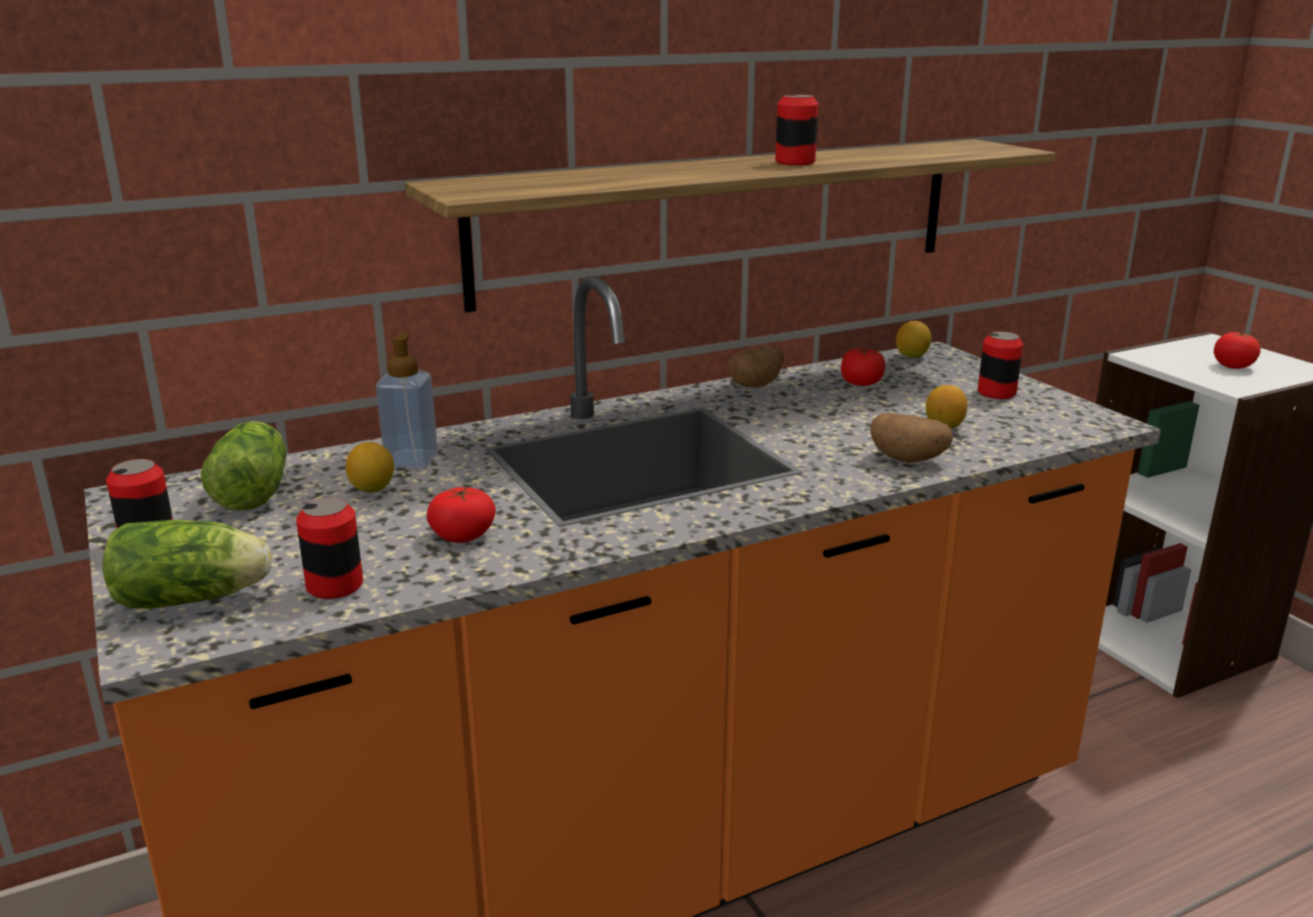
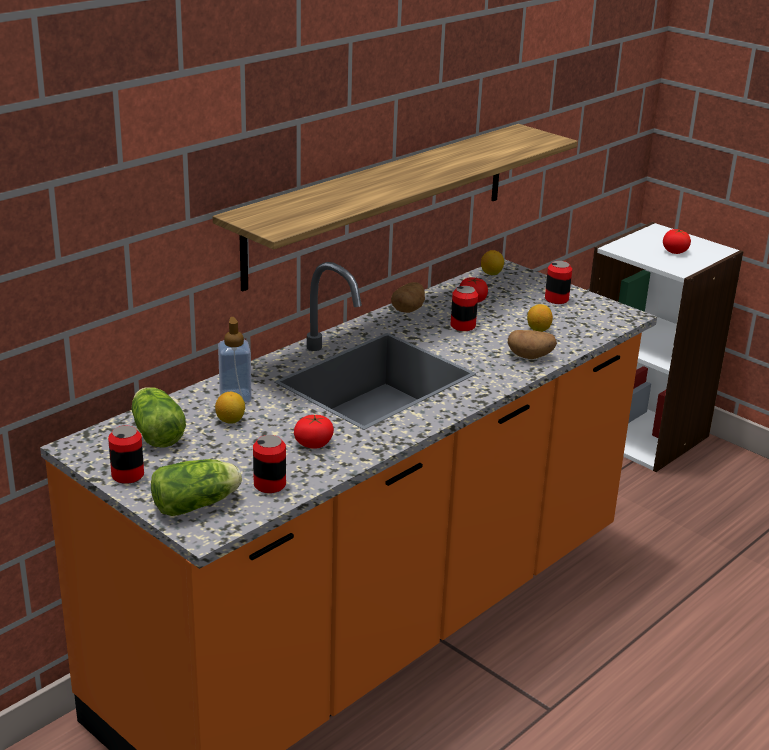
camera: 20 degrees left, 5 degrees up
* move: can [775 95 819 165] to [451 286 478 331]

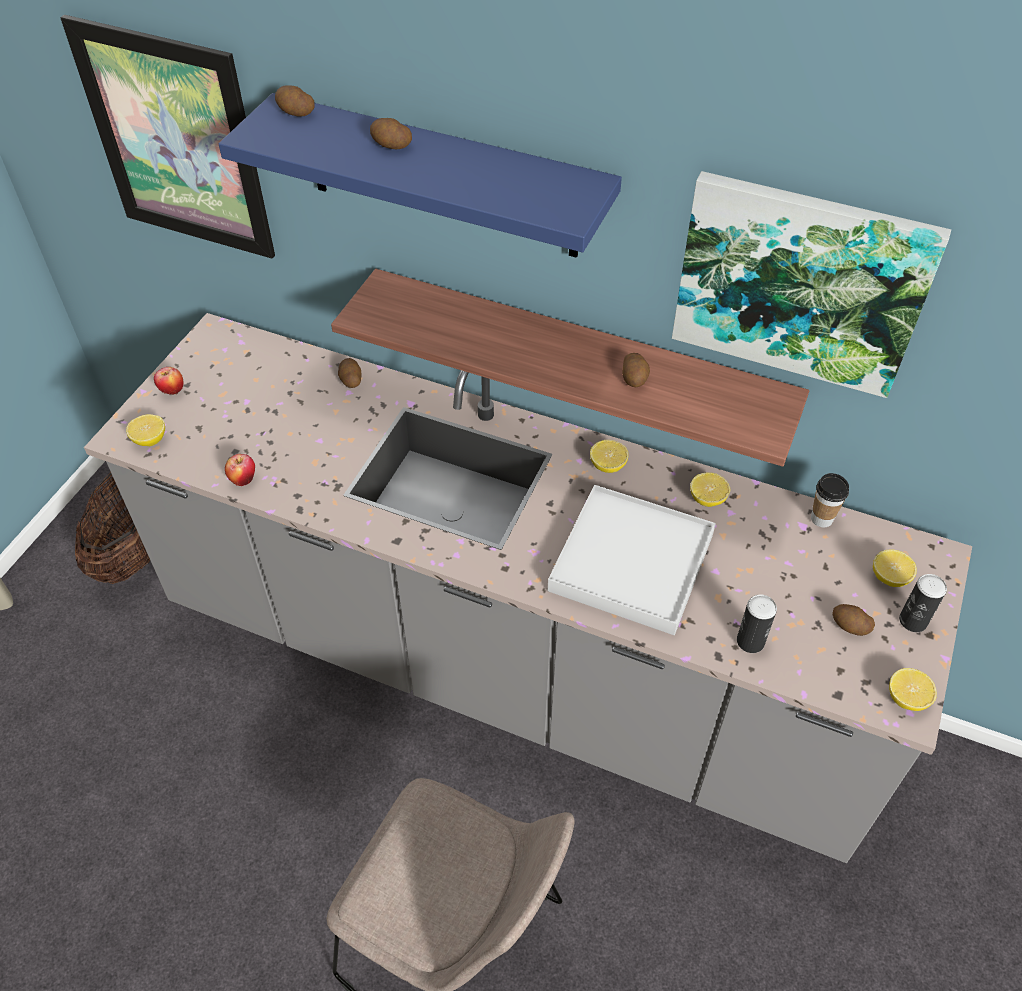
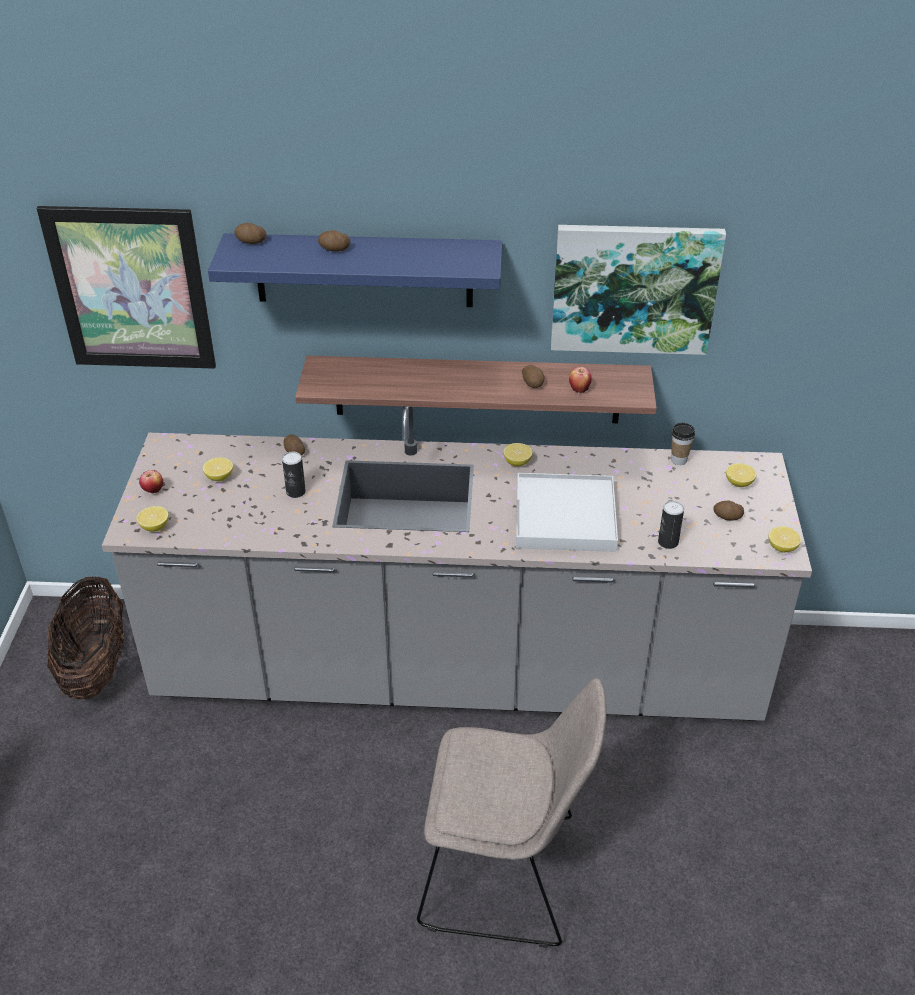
camera: 20 degrees left, 10 degrees down
* move: apple [225 454 255 486] to [569 367 592 393]
* move: lemon [690 472 730 507] to [203 457 233 481]
* move: can [899 574 947 632] to [282 452 306 498]

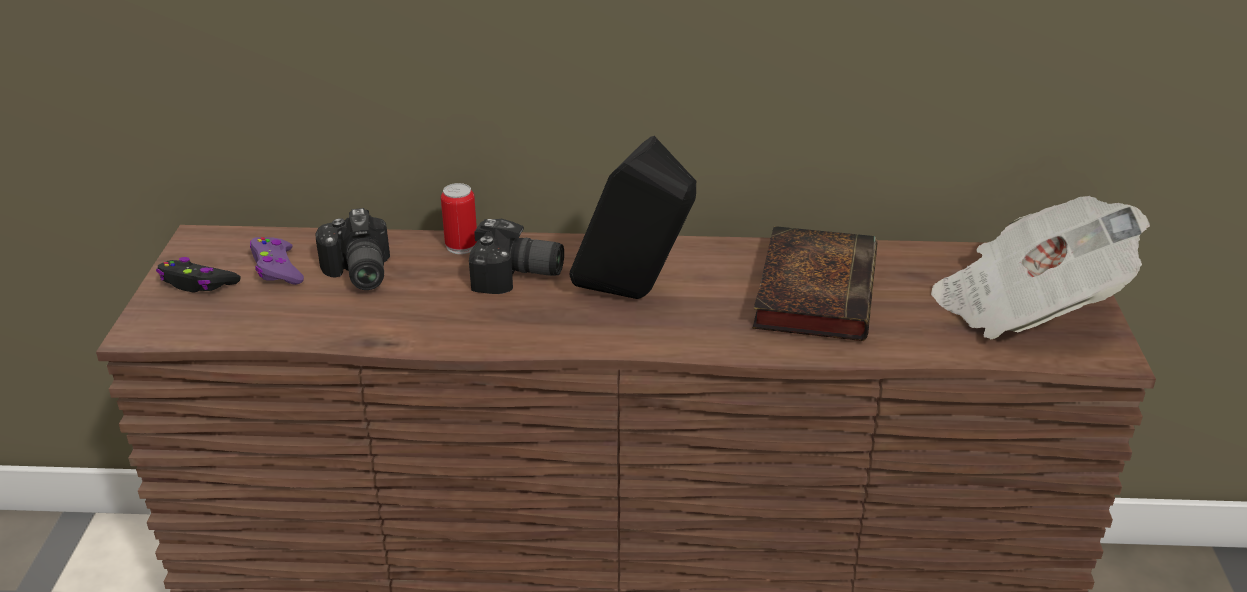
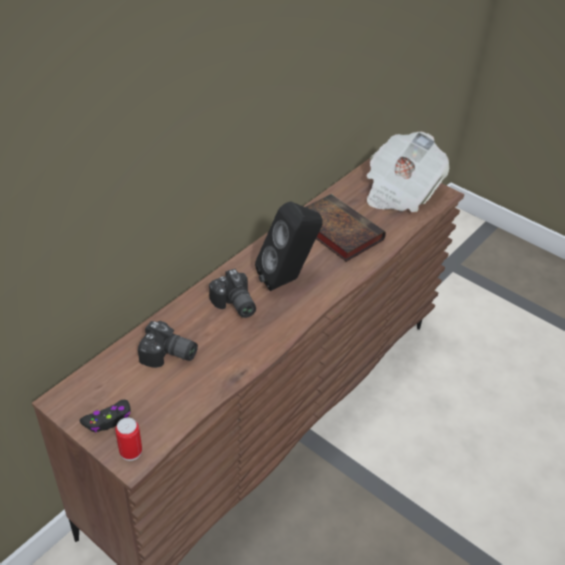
camera: 55 degrees left, 10 degrees up
* delete: game controller (purple) [250 237 304 285]
* move: can [441 183 477 254] to [115 418 142 461]
* rotate: photo camera [469 219 564 294] = [209 269 256 318] 105 degrees clockwise

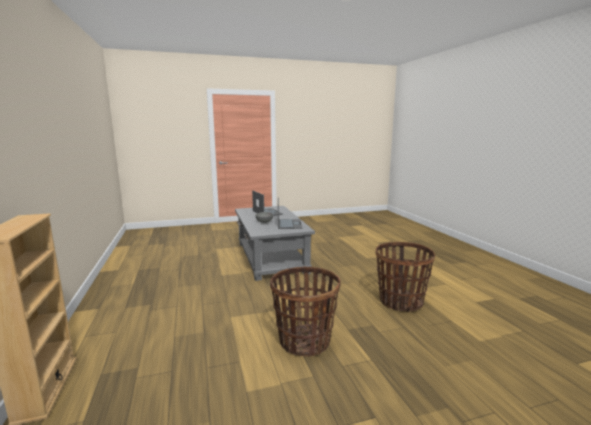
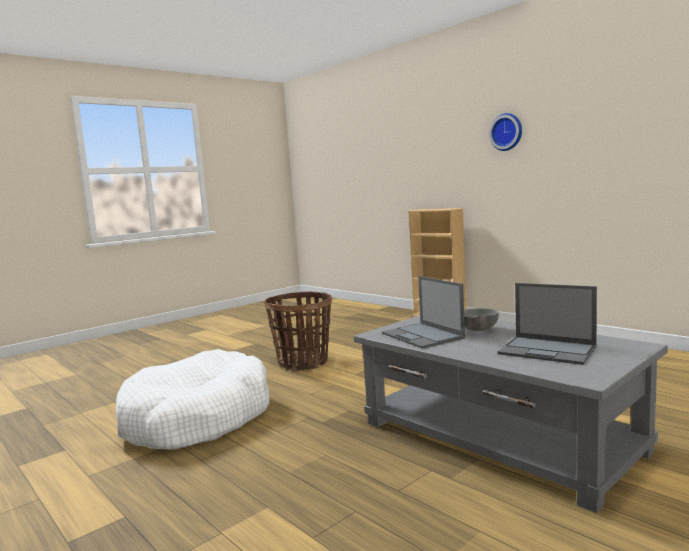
camera: 155 degrees right, 5 degrees down
* insert: wall clock [489 113 522 151]
* replace: basket [375 242 435 312] to dog bed (white) [116 349 269 450]

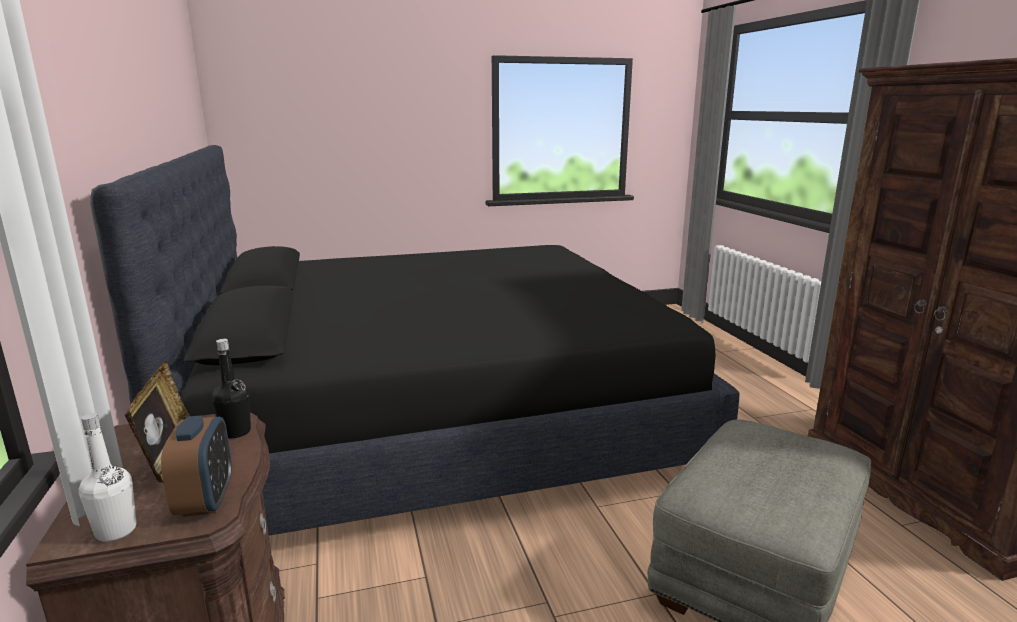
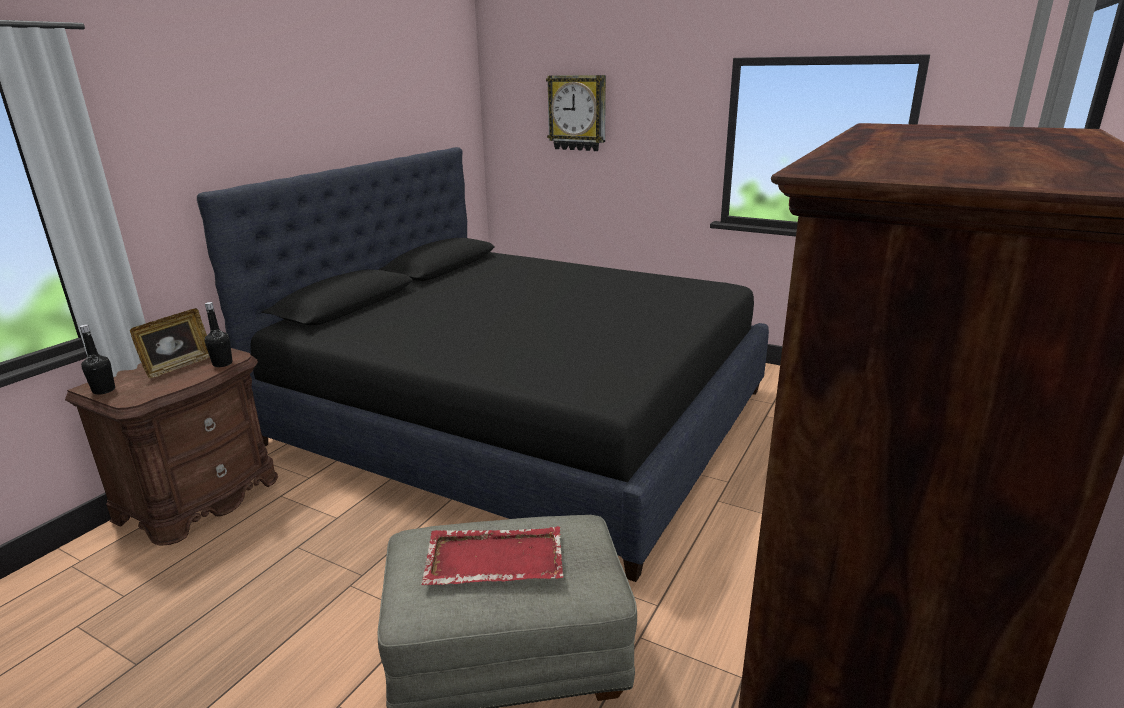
camera: 45 degrees right, 5 degrees up
* delete: alarm clock [161 416 232 517]
* insert: tray (red) [421 526 563 585]
* insert: wall clock [546 75 606 151]
* recolor: bottle (white) [78 413 137 541] to bottle (black) [79 324 115 395]

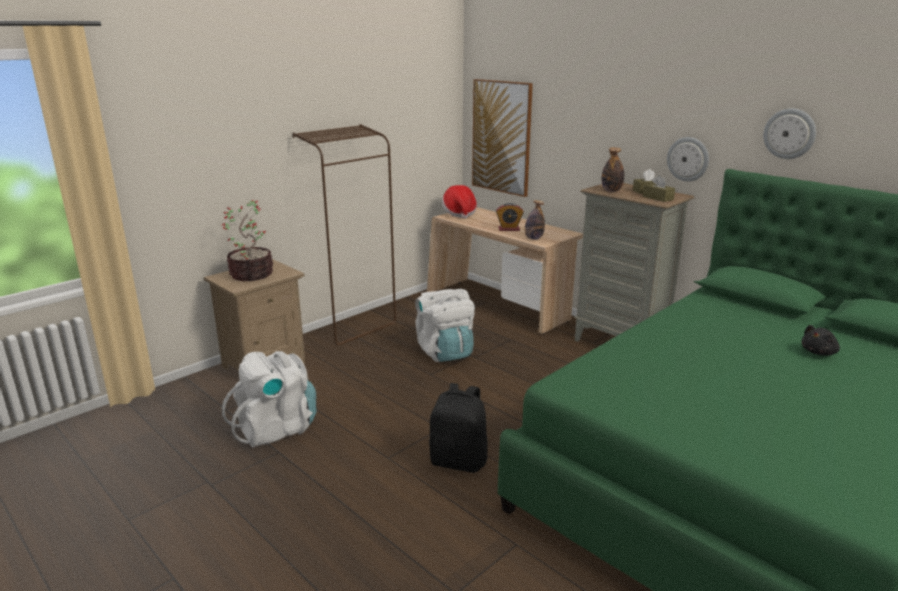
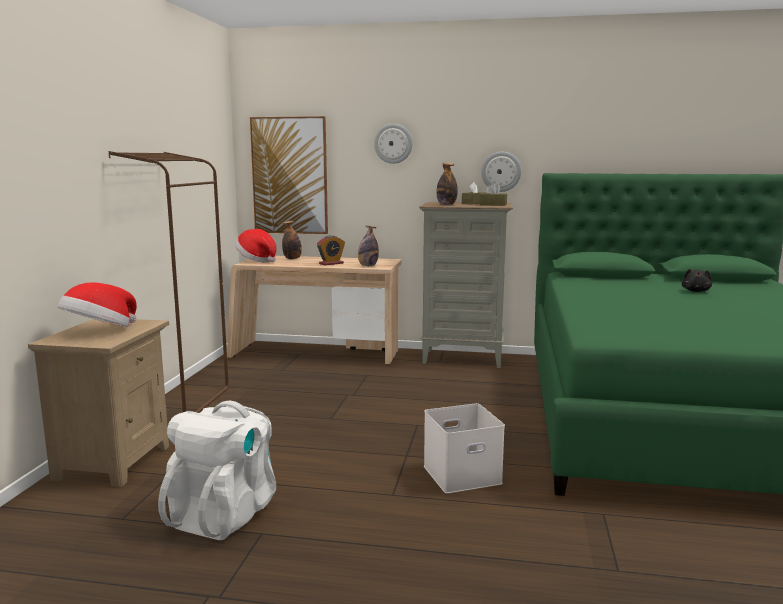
camera: 35 degrees left, 10 degrees down
* delete: backpack (white) [415 289 475 362]
* insert: bottle [282 221 302 259]
* move: wall clock [763 108 816 159] to [374 124 412 164]
* replace: potted plant [222 200 273 281] to hat [58 282 137 327]
* replace: backpack (black) [429 383 488 473] to storage box (white) [424 403 505 494]

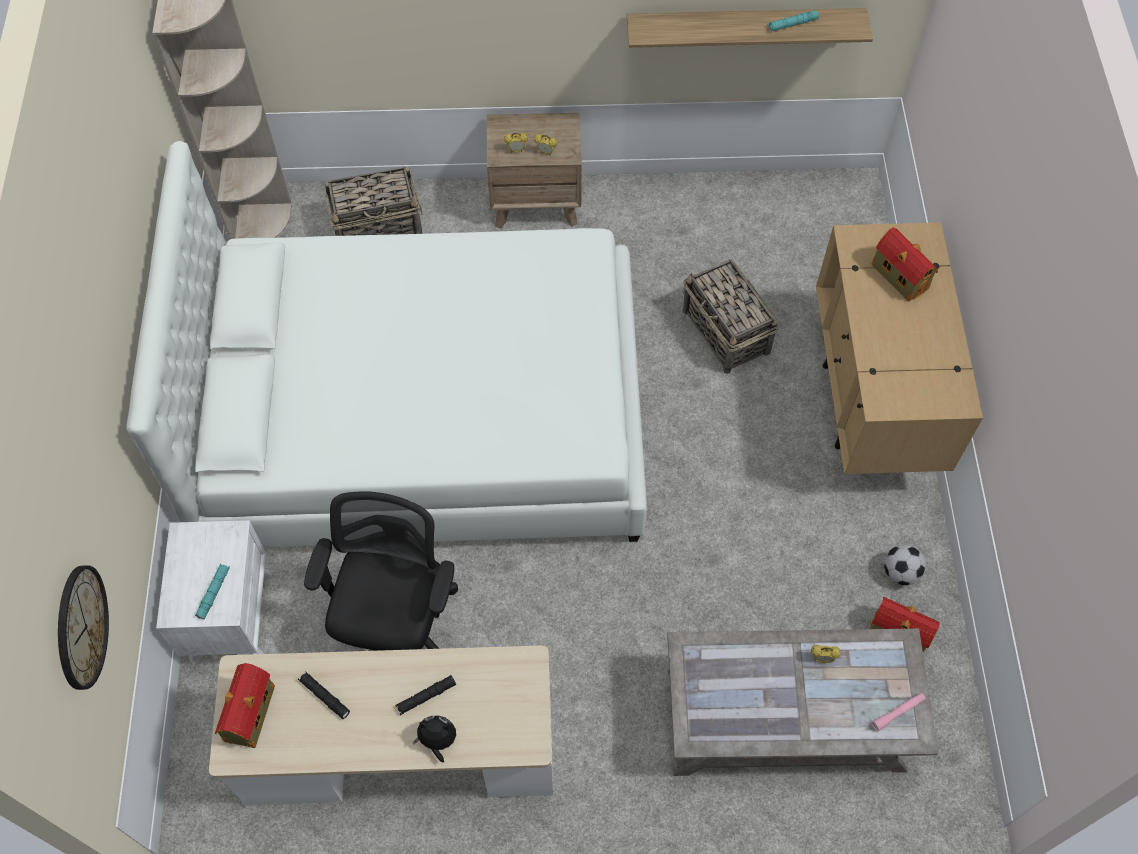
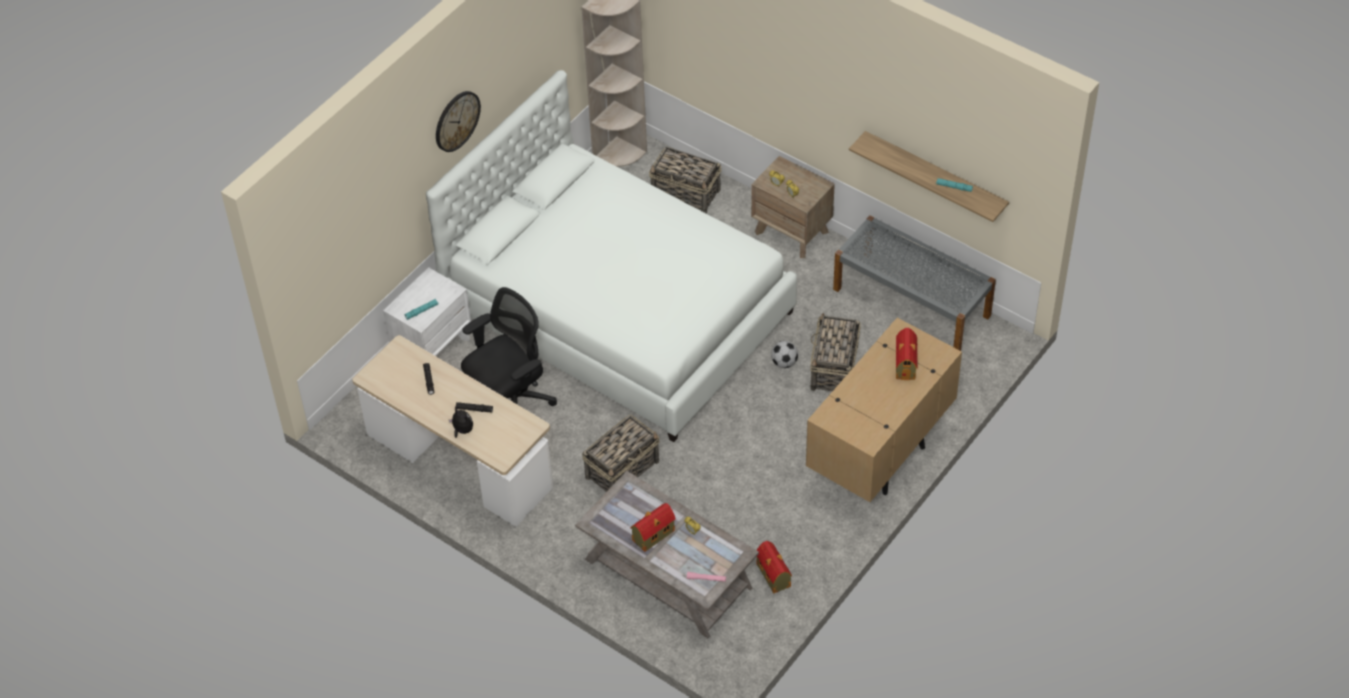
camera: 40 degrees right, 10 degrees down
* insert: basket [582 414 660 492]
* insert: bench (grey) [833 215 996 351]
* move: wall clock [58 565 109 690] to [436 91 481 152]
* move: toy house [215 663 275 748] to [630 503 676 552]
* move: football [884 544 926 585] to [771 341 798 368]

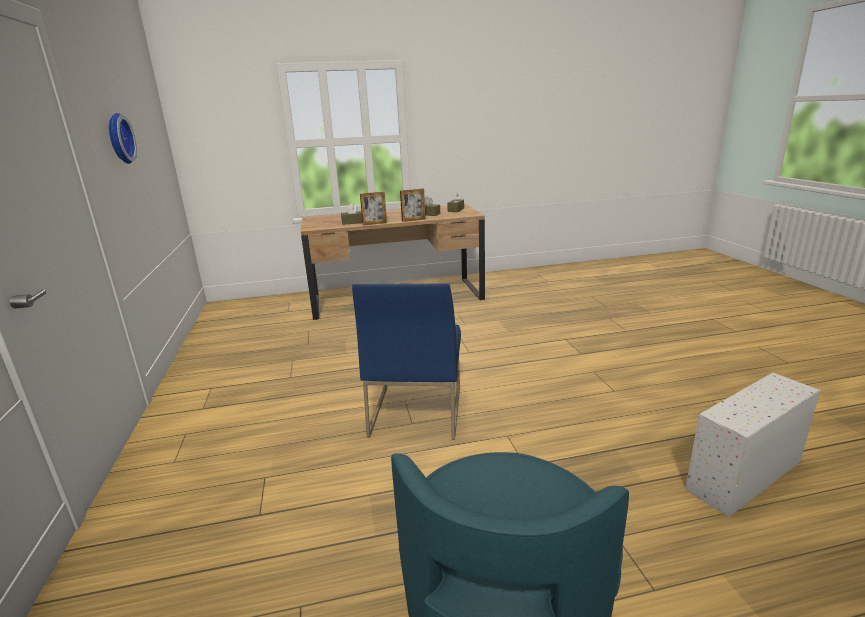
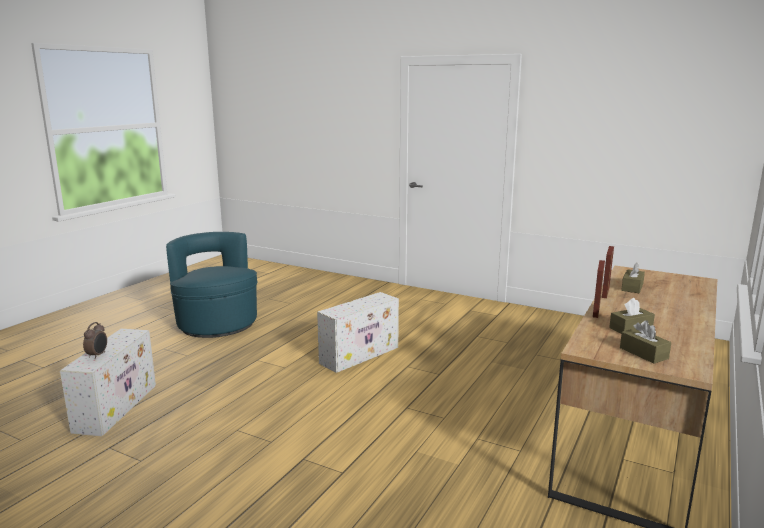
camera: 130 degrees right, 5 degrees down
* delete: wall clock [109 113 137 164]
* insert: alarm clock [83 322 107 359]
* replace: chair (blue) [352 283 461 440] to storage box (white) [317 292 399 373]

